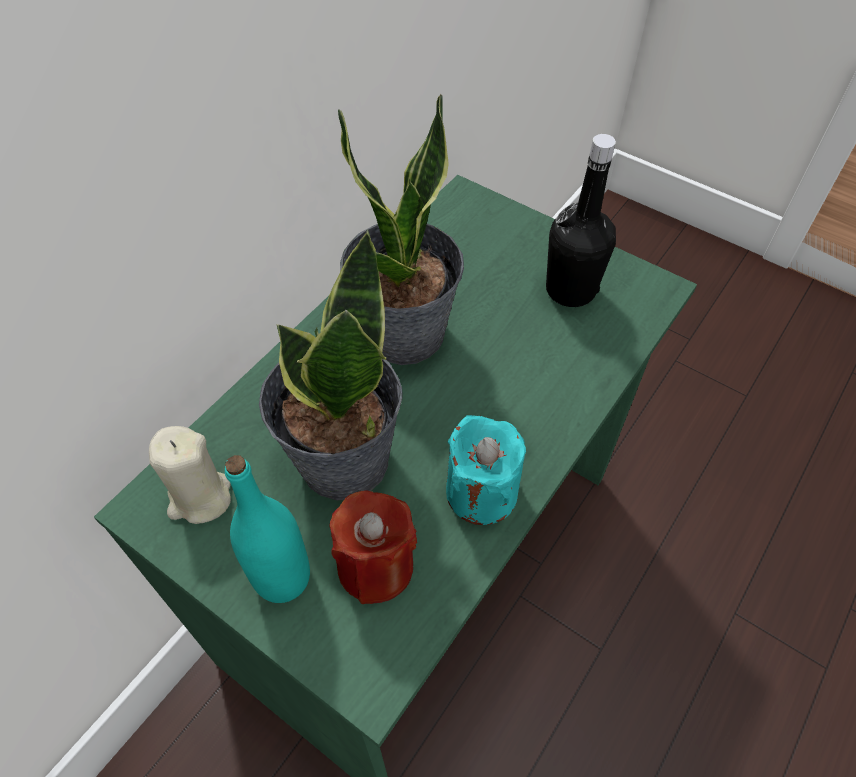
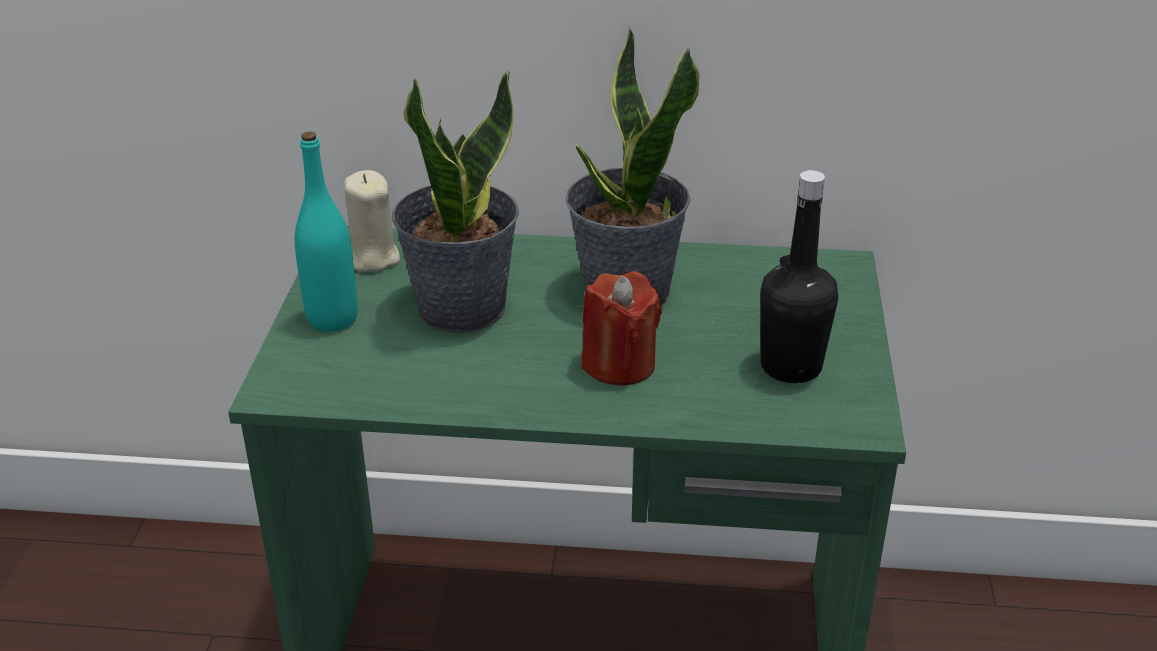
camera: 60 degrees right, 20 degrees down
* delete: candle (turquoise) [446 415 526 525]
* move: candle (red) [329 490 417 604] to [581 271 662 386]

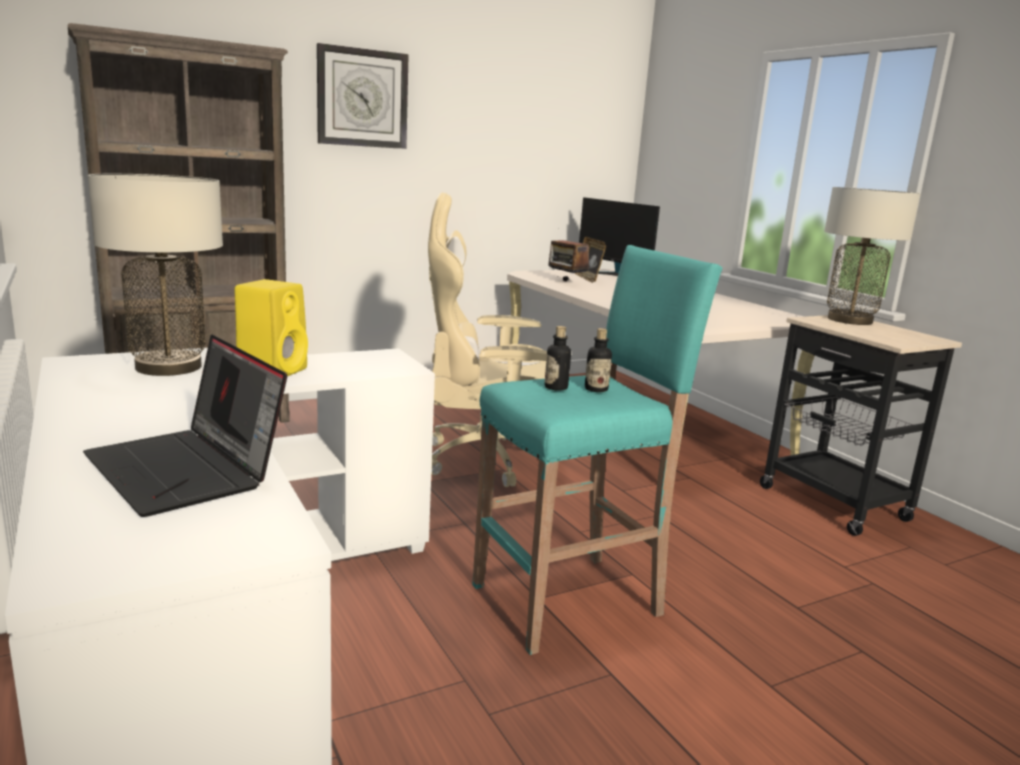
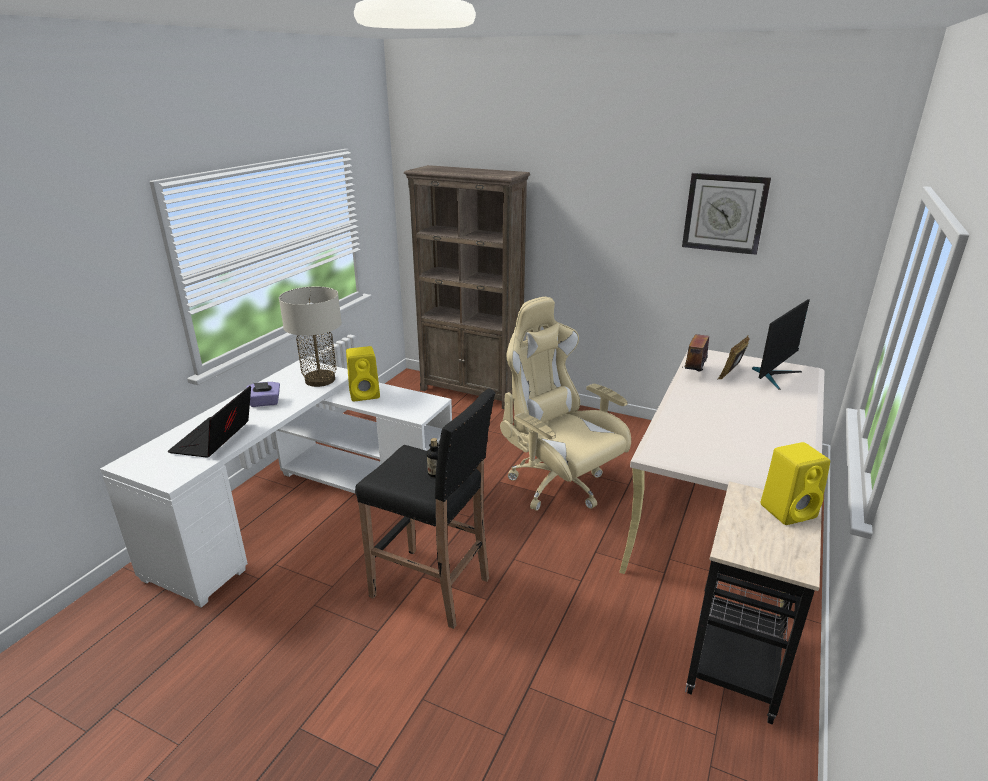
camera: 55 degrees right, 10 degrees up
* delete: bottle [545 326 571 391]
* insert: tissue box (purple) [247 382 280 407]
* move: wall clock [317 43 409 149] to [682 173 771 255]
* replace: table lamp [824 187 921 325] to speaker (yellow) [760 442 830 525]
* recolor: stool (turquoise) [472 245 722 655] to stool (black) [355 389 496 629]
* rotate: monitor [579 197 660 277] = [752 299 810 390] 150 degrees counterclockwise

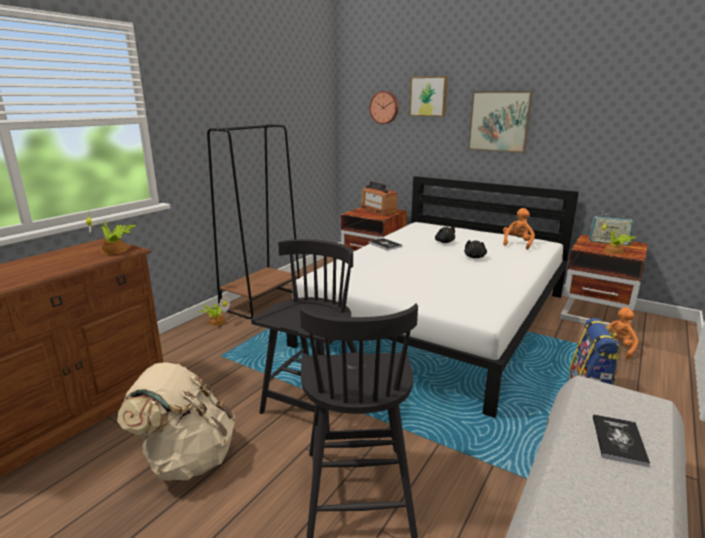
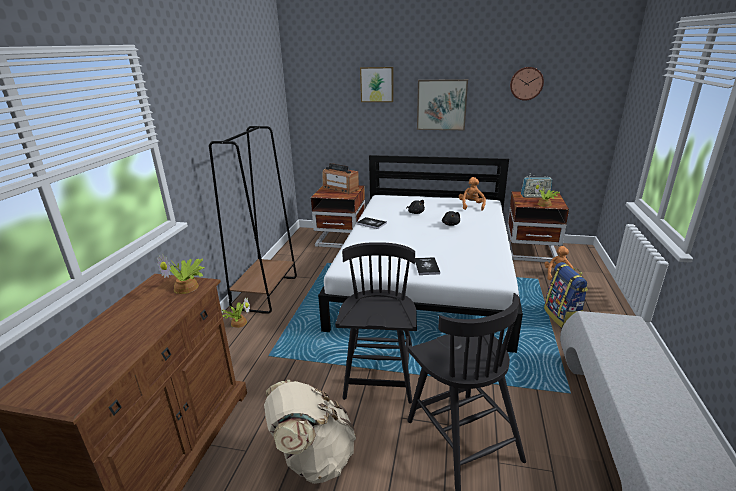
camera: 20 degrees left, 5 degrees up
* move: wall clock [369 91 398 124] to [510 67 544 101]
* move: book [593 415 650 467] to [415 257 440 275]

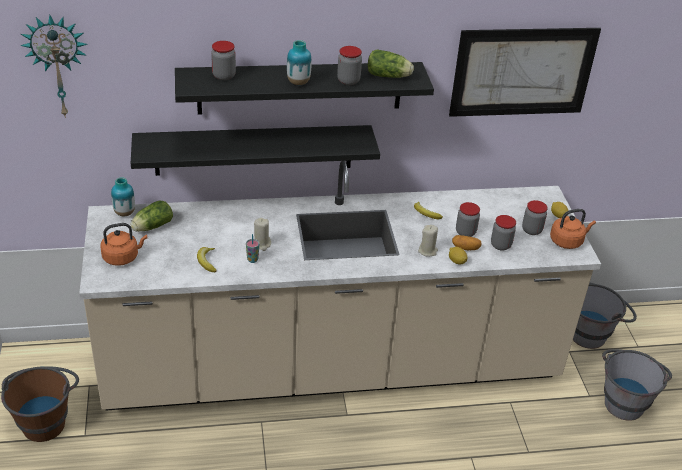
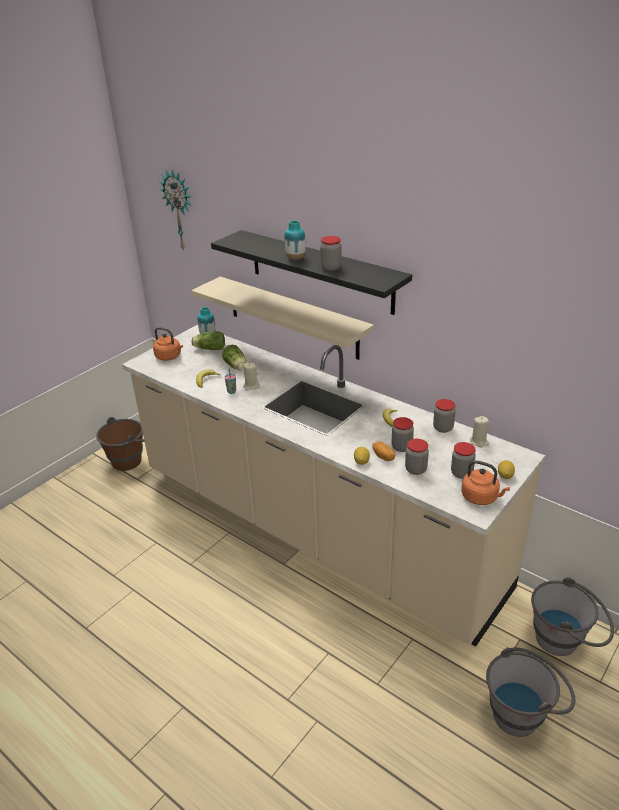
camera: 50 degrees right, 5 degrees down
* delete: picture [449 28 601 117]
* move: jar [211 41 236 80] to [433 399 456 433]
* move: lettuce [368 49 414 78] to [222 345 246 370]
* move: candle (beige) [418 225 438 257] to [470 416 489 448]
* recolor: shelf (black) [131 125 380 176] to shelf (beige) [191 276 374 360]

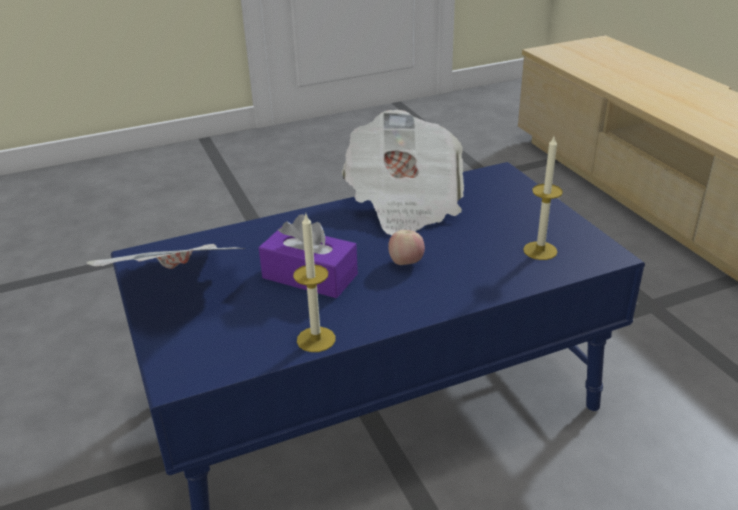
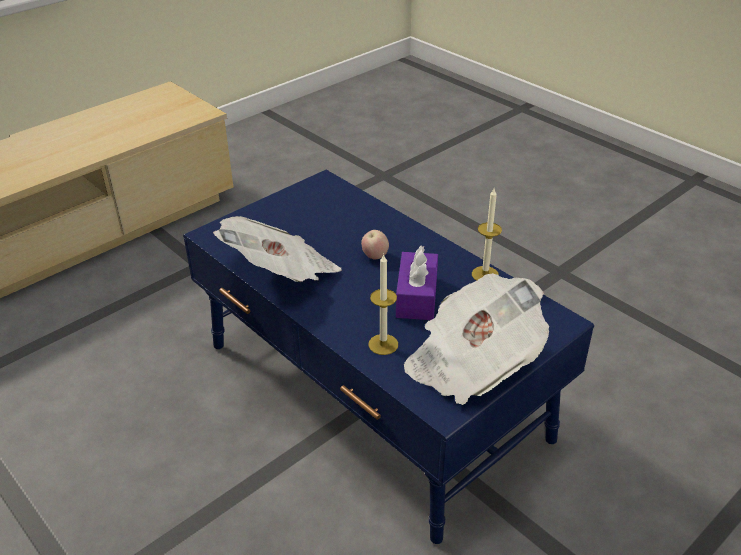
camera: 110 degrees left, 5 degrees up
* move: candle [523 137 563 260] to [368 254 398 355]

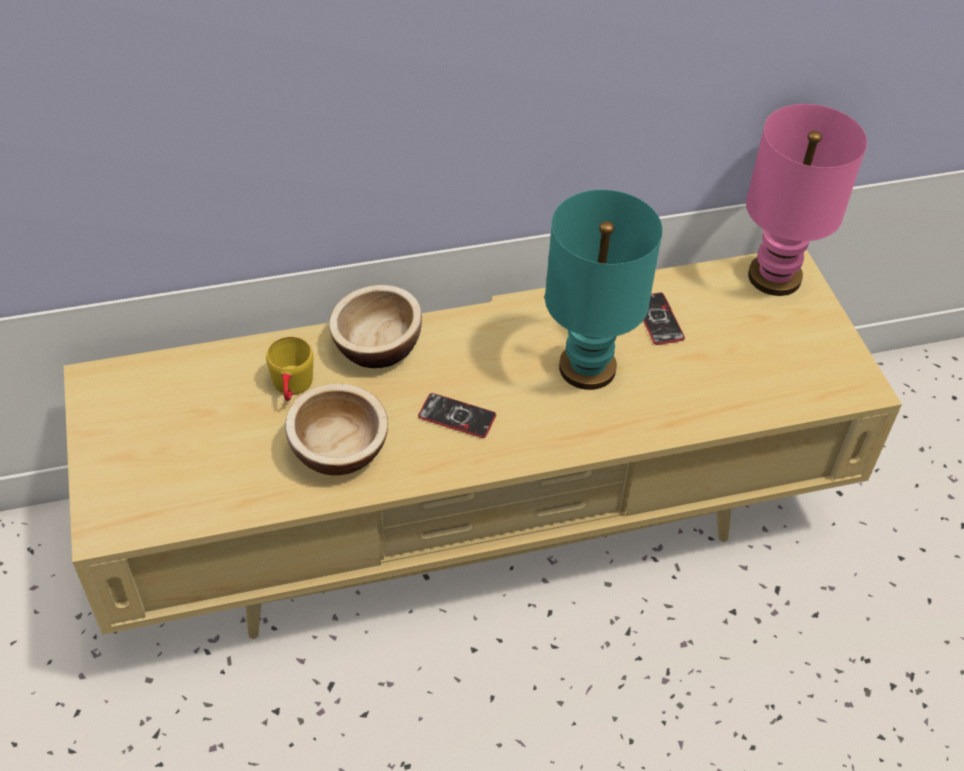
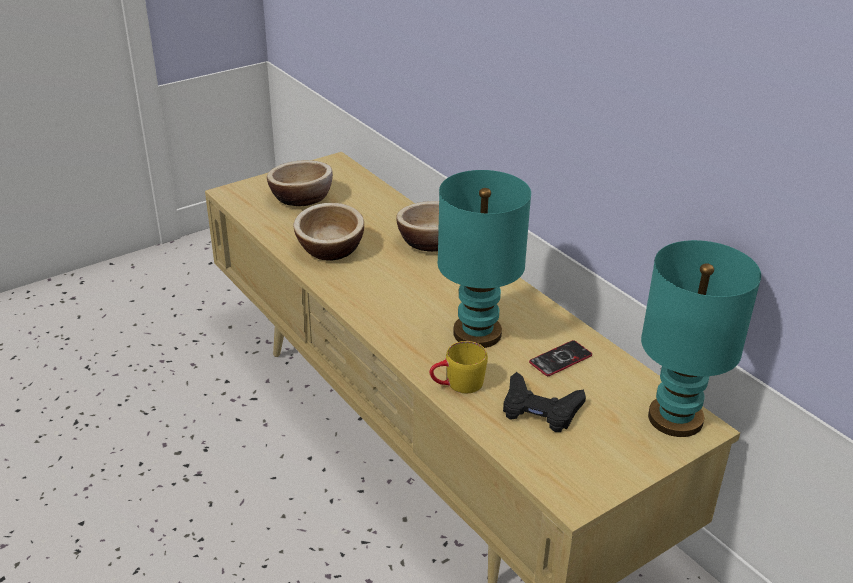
camera: 70 degrees right, 15 degrees down
* delete: phone [418 393 496 438]
* insert: bowl [267 160 333 206]
* insert: game controller (black) [503 372 586 432]
* move: mug (yellow) [266 336 313 401] to [429 341 488 393]
* recolor: table lamp (pink) [746 104 867 296] to table lamp (turquoise) [641 240 761 437]

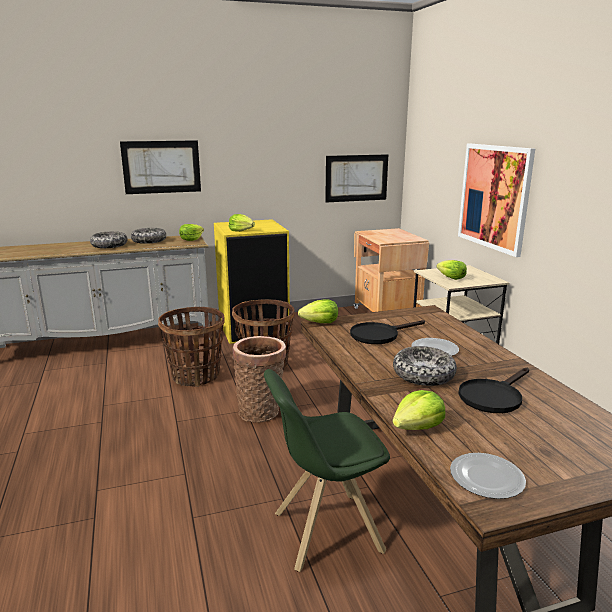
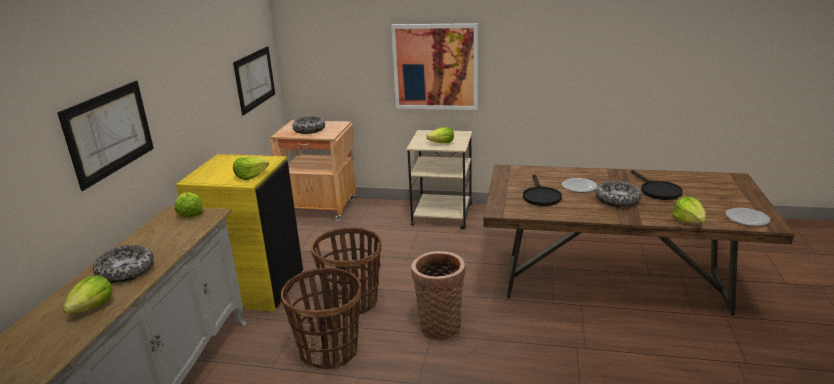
camera: 60 degrees left, 5 degrees up
* delete: chair (green) [264 369 390 572]
* move: bowl [131 228 166 244] to [292 116 325 134]
* move: lettuce [298 299 338 323] to [63 275 113 314]

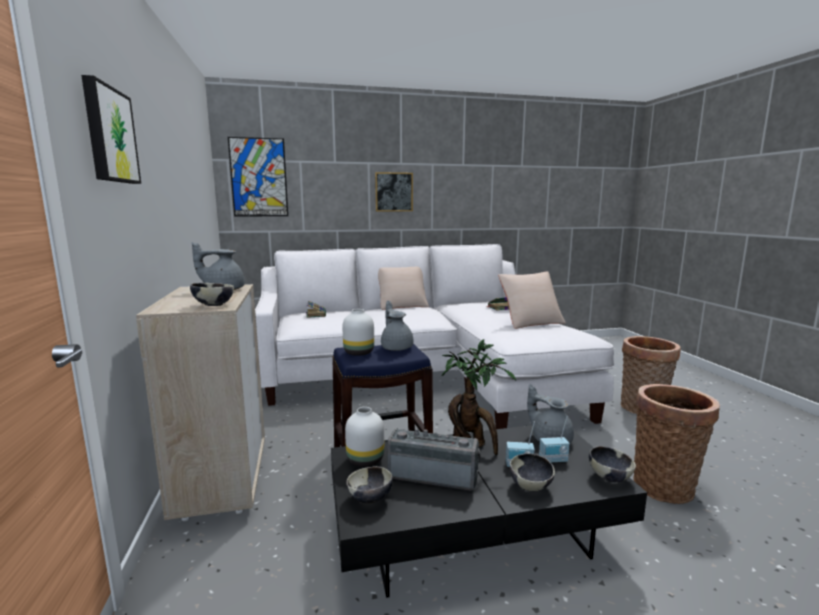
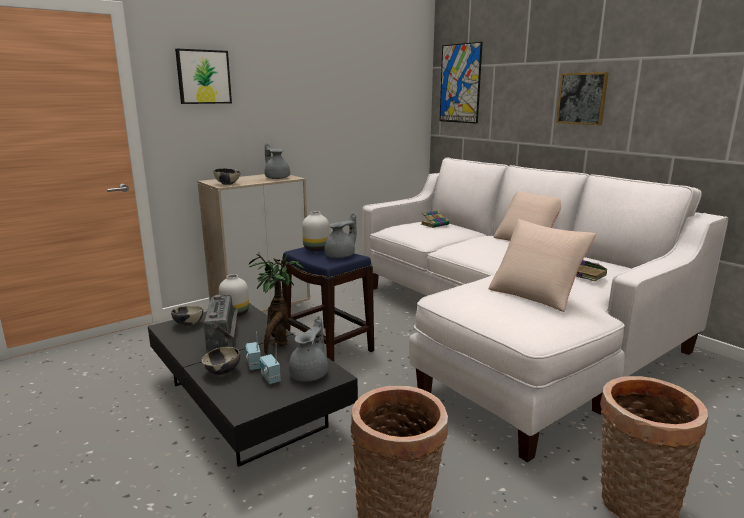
camera: 65 degrees right, 5 degrees up
* delete: bowl [589 446 636 483]

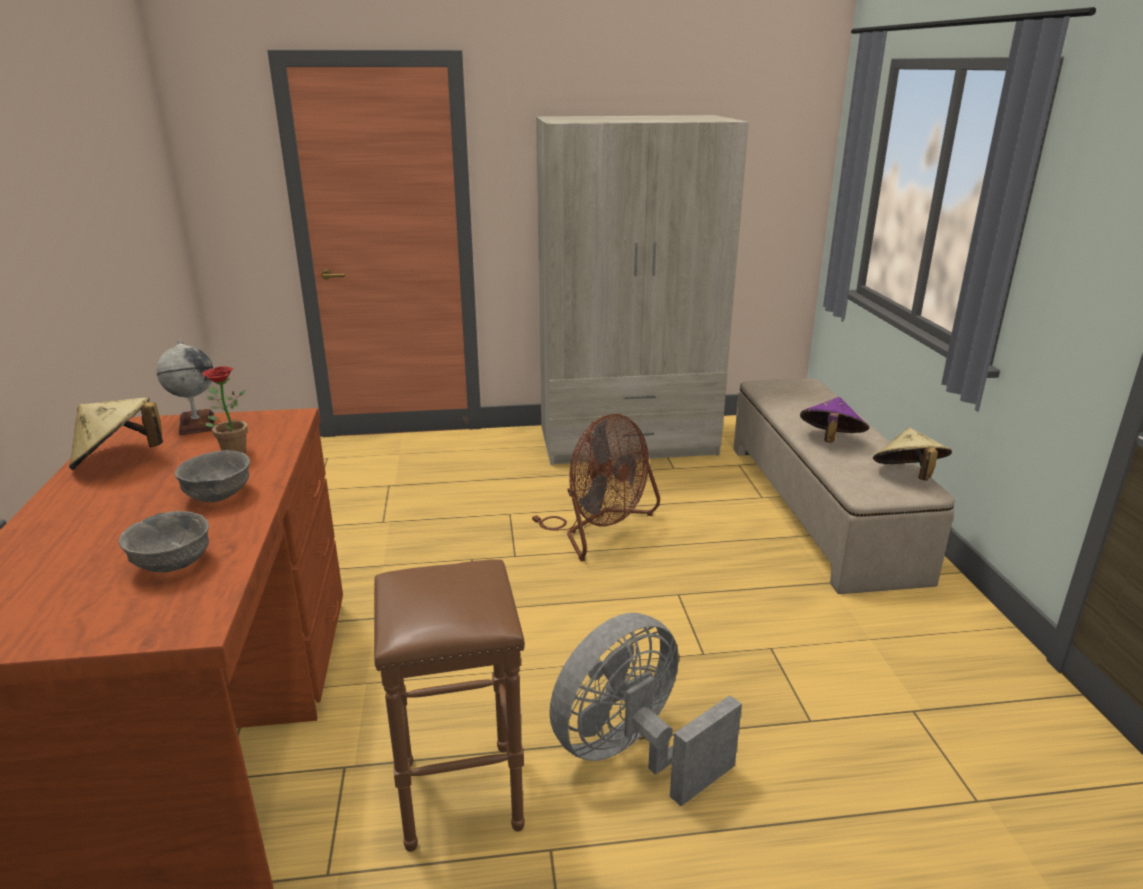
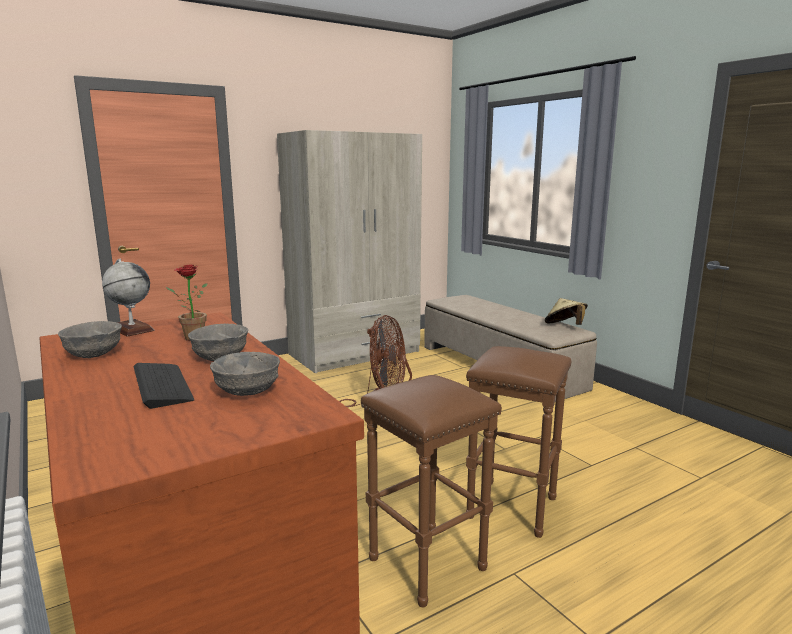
camera: 25 degrees left, 10 degrees down
* delete: hat (purple) [800 397 869 443]
* insert: keyboard [133 363 194 409]
* replace: hat (beige) [69 397 163 470] to bowl (grey) [58 321 122 358]
* replace: fan (grey) [549 613 742 806] to stool (brown) [466 346 572 538]

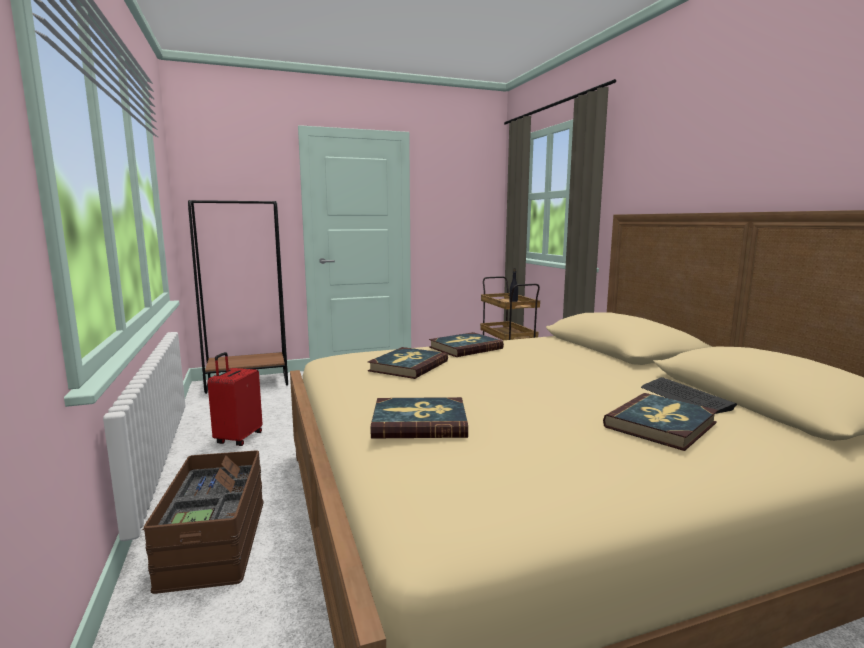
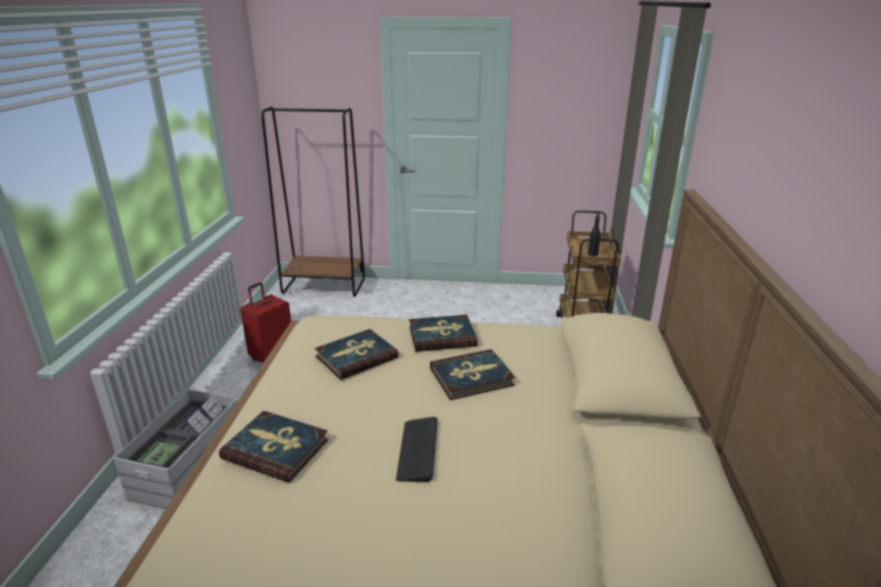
camera: 25 degrees right, 15 degrees up
* move: book [603 393 718 451] to [430 349 515 400]
* move: keyboard [641 377 737 414] to [396 417 438 482]
* recolor: storage box (brown) [142 450 264 594] to storage box (grey) [114 389 237 509]

